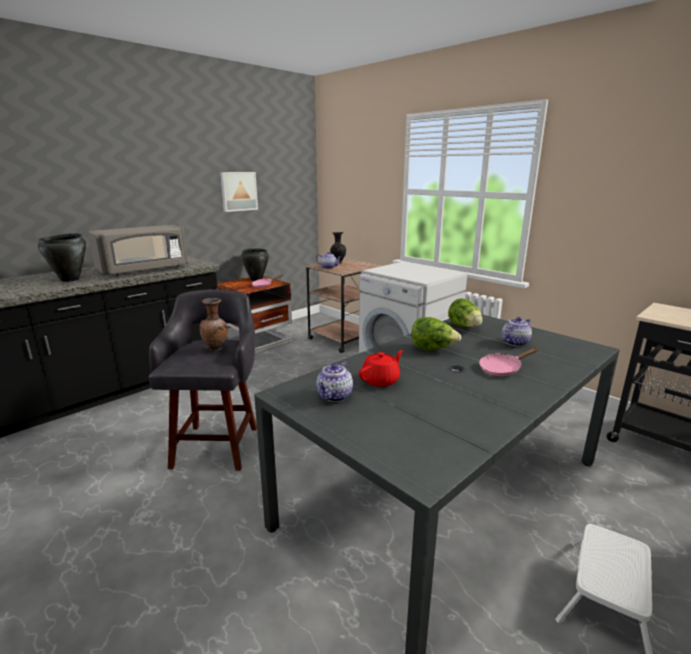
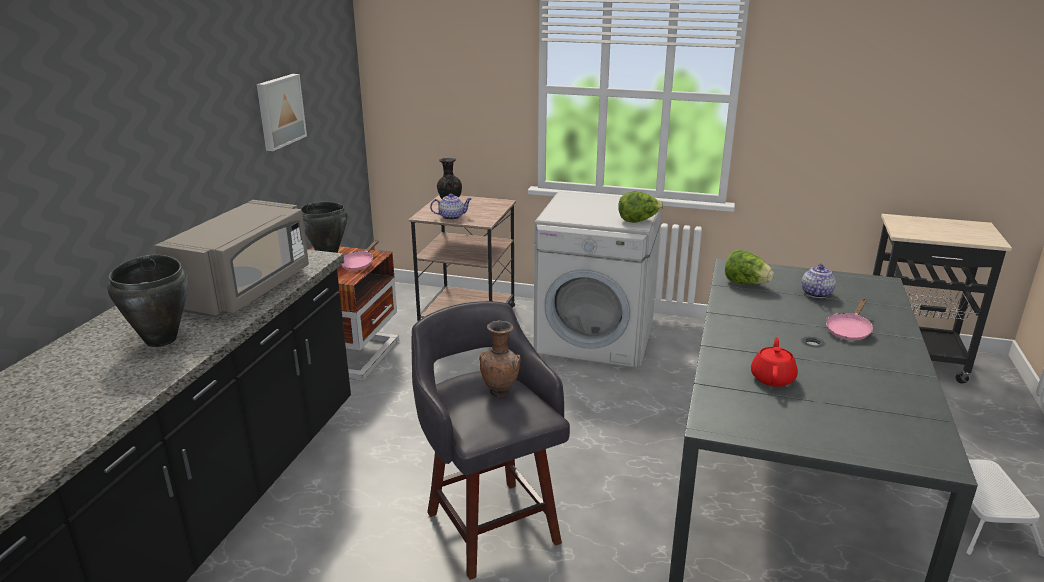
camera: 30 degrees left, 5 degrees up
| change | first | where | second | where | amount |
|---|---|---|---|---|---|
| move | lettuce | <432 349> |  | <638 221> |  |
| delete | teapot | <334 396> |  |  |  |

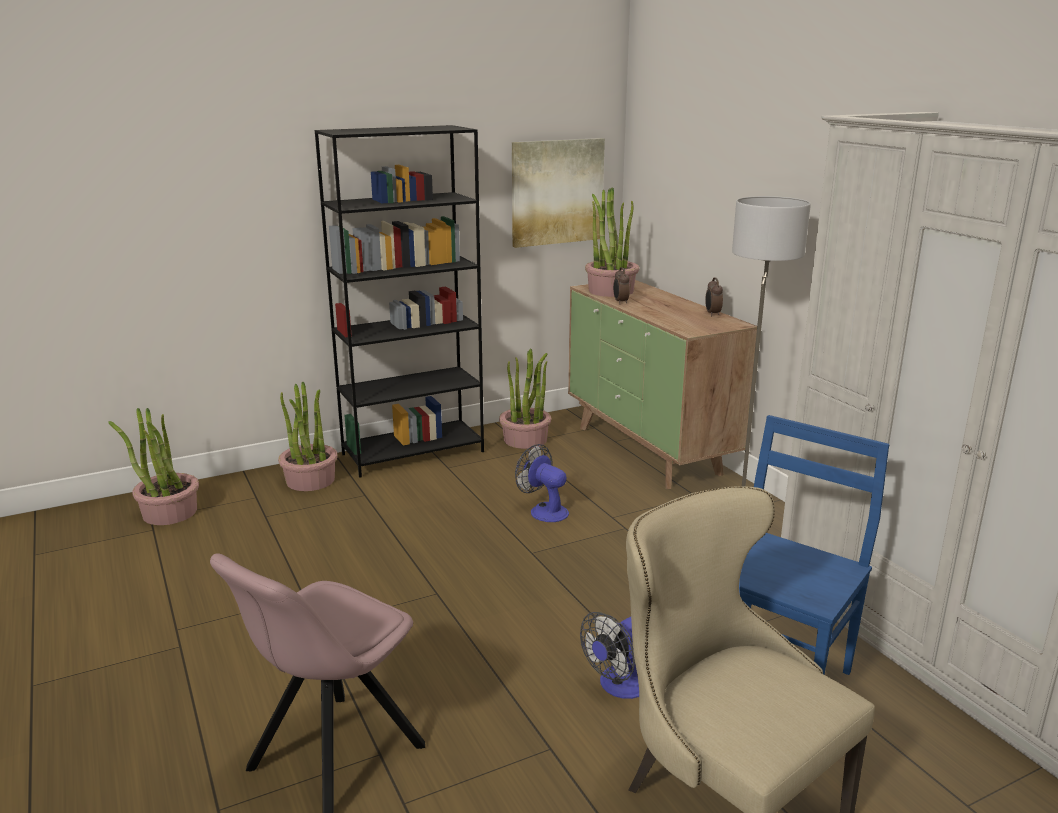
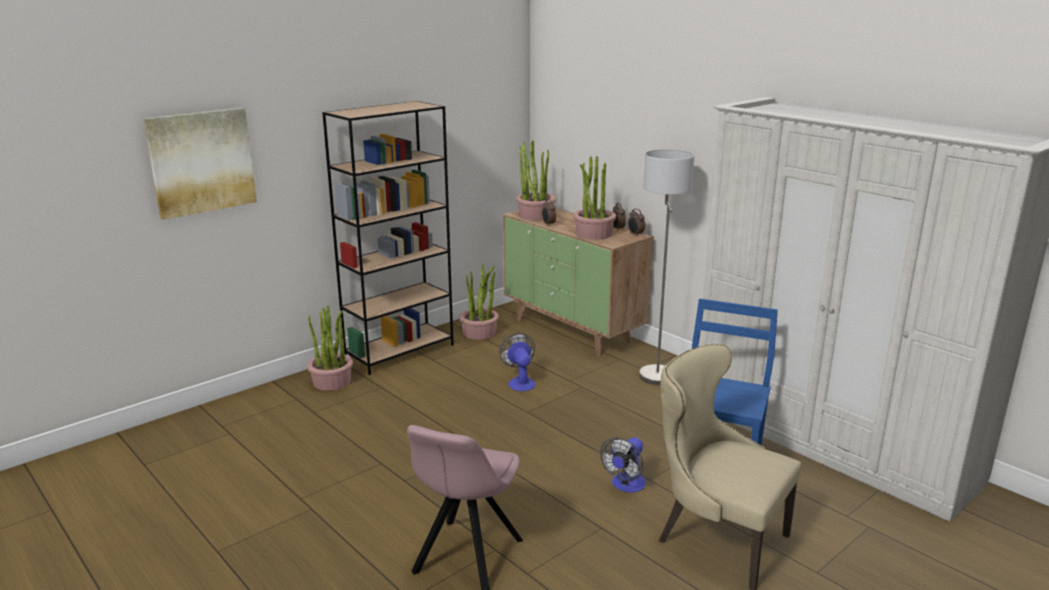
camera: 15 degrees left, 0 degrees up
| change | first | where | second | where | amount |
|---|---|---|---|---|---|
| recolor | black bookcase | <413 452> | beige bookcase | <400 351> |  |
| move | picture | <557 192> |  | <201 162> |  |
| move | potted plant | <169 513> |  | <593 234> |  |
| rotate | fan | <544 510> |  | <520 382> | 45 degrees clockwise |
| insert |  |  | alarm clock | <635 235> |  |

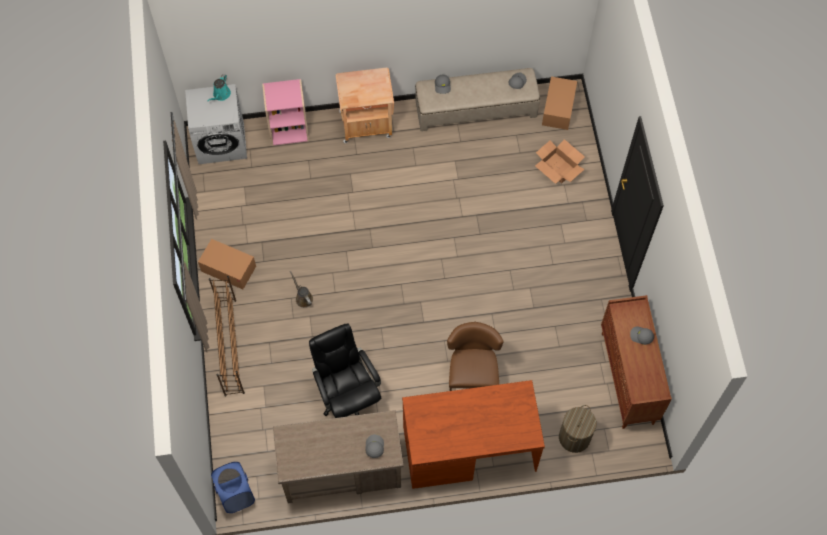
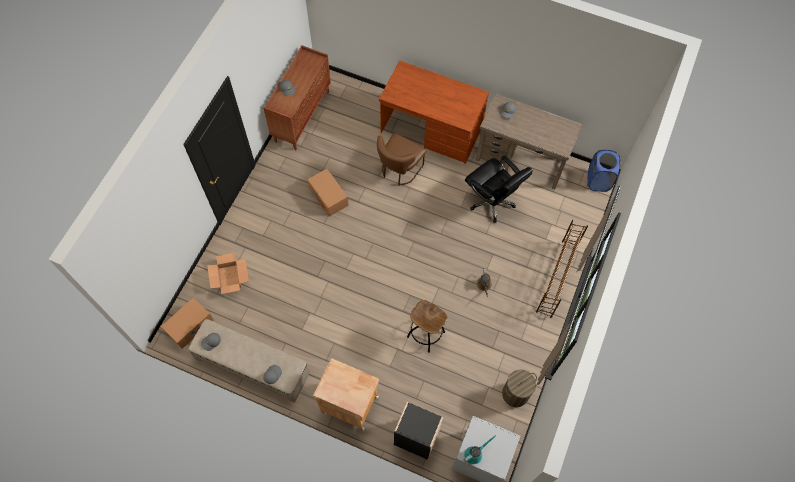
camera: 150 degrees left, 0 degrees up
| change | first | where | second | where | amount |
|---|---|---|---|---|---|
| recolor | pink bookcase | <289 129> | black bookcase | <415 438> |  |
| move | cardboard box | <228 269> |  | <328 196> |  |
| rotate | black office chair | <347 396> |  | <491 201> | 45 degrees counterclockwise |
| move | laundry basket | <574 437> |  | <515 394> |  |
| insert |  |  | brown stool | <425 334> |  |

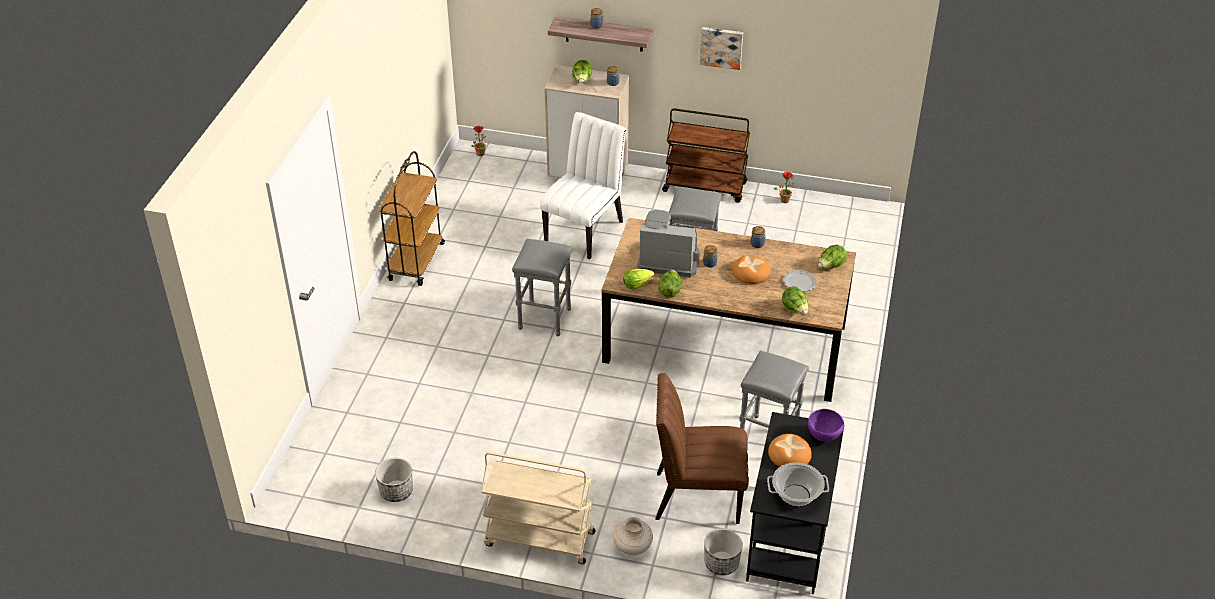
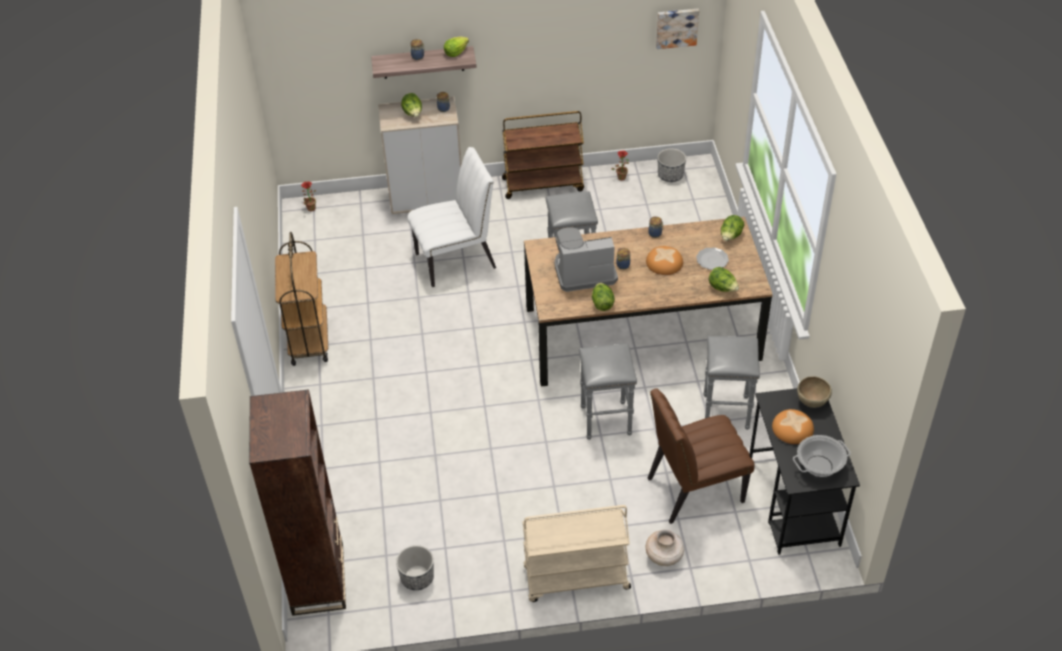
camera: 20 degrees left, 5 degrees up
| change | first | where | second | where | amount |
|---|---|---|---|---|---|
| move | picture | <721 47> |  | <676 27> |  |
| rotate | white chair | <584 232> |  | <455 261> | 60 degrees clockwise |
| move | grey stool | <543 319> |  | <605 421> |  |
| move | lettuce | <636 285> |  | <456 53> |  |
| recolor | purple bowl | <824 436> | brown bowl | <812 401> |  |
| move | planter | <721 563> |  | <670 175> |  |
| insert |  |  | brown bookcase | <318 579> |  |

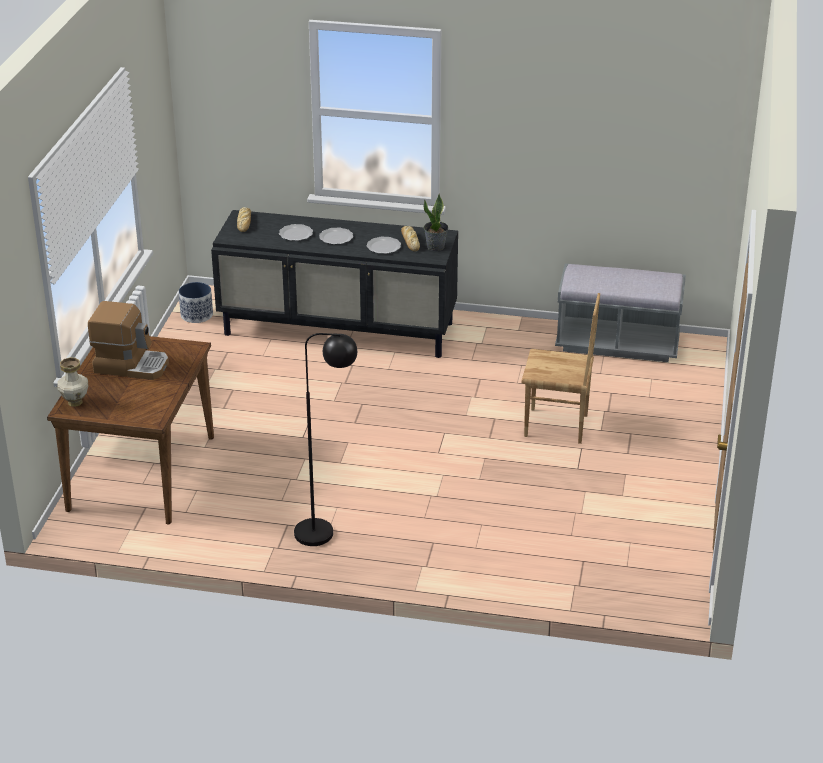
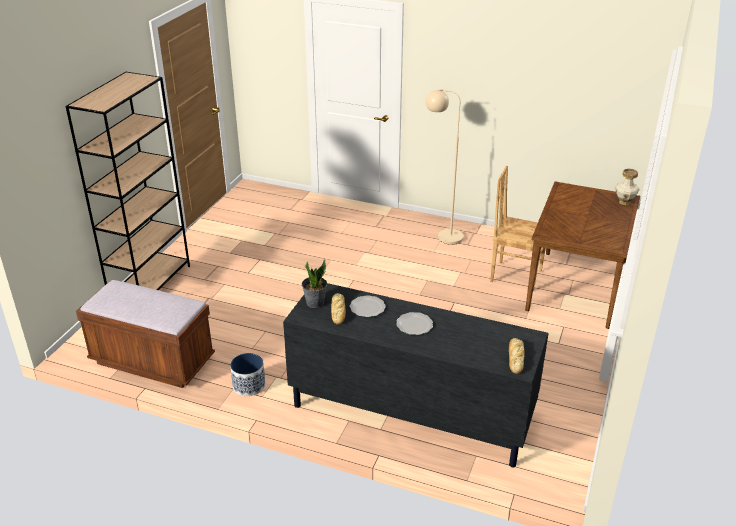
camera: 170 degrees left, 0 degrees up
| change | first | where | second | where | amount |
|---|---|---|---|---|---|
| delete | plate | <296 234> |  |  |  |
| recolor | grey bench | <617 344> | brown bench | <152 361> |  |
| move | planter | <197 315> |  | <248 386> |  |
| move | brown chair | <556 426> |  | <515 275> |  |
| delete | coffee machine | <131 365> |  |  |  |
| recolor | black floor lamp | <326 534> | beige floor lamp | <442 237> |  |
| insert |  |  | beige bookcase | <150 284> |  |

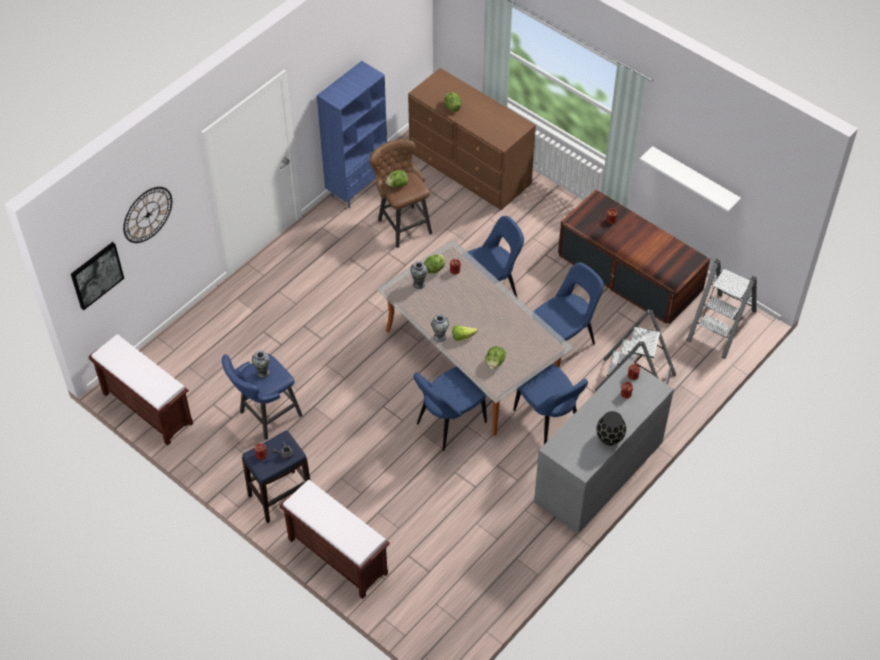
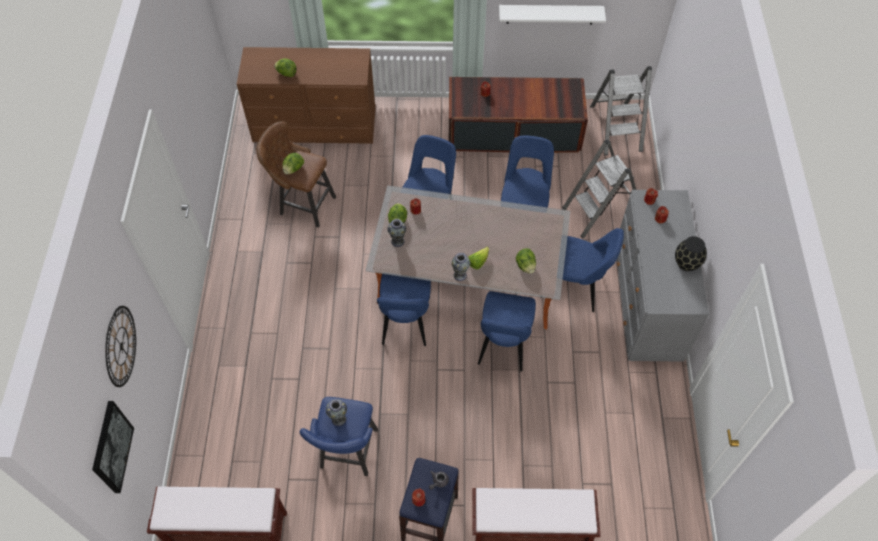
camera: 40 degrees left, 5 degrees up
| change | first | where | second | where | amount |
|---|---|---|---|---|---|
| delete | blue bookcase | <357 187> |  |  |  |
| insert |  |  | blue chair | <405 324> |  |

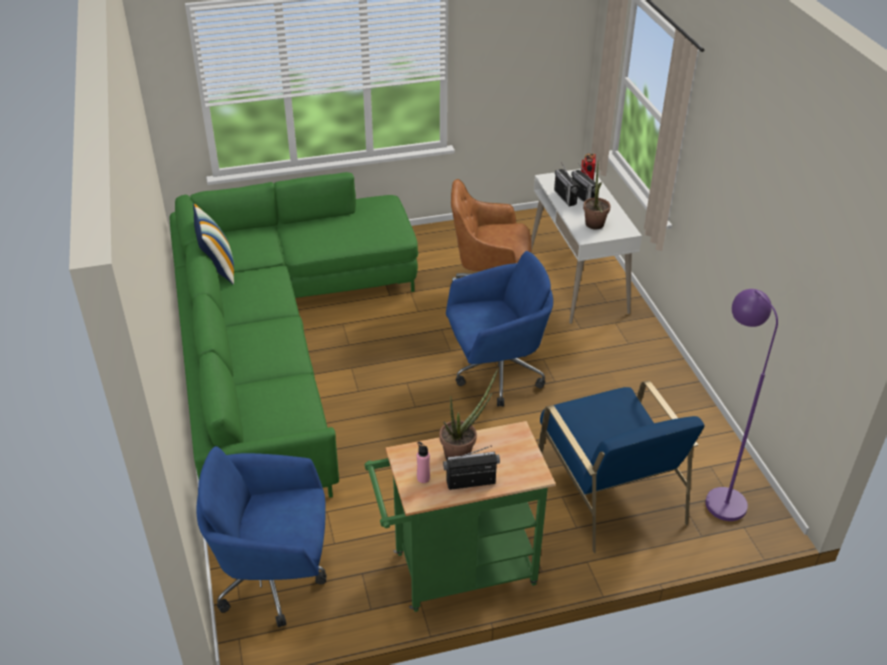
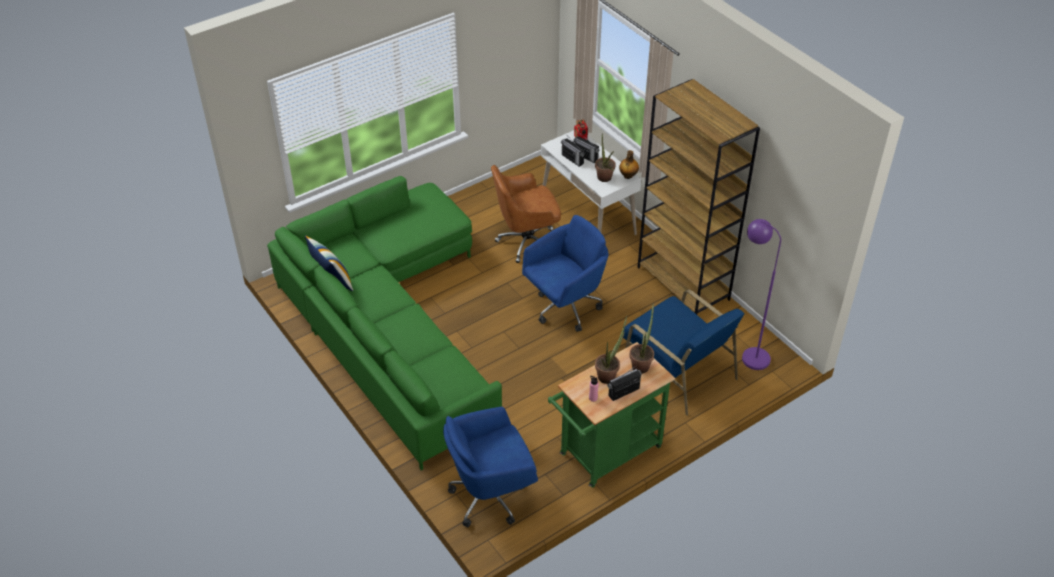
camera: 20 degrees left, 5 degrees up
| change | first | where | second | where | amount |
|---|---|---|---|---|---|
| insert |  |  | brown bookcase | <683 283> |  |
| insert |  |  | bottle | <628 176> |  |
| insert |  |  | potted plant | <641 364> |  |

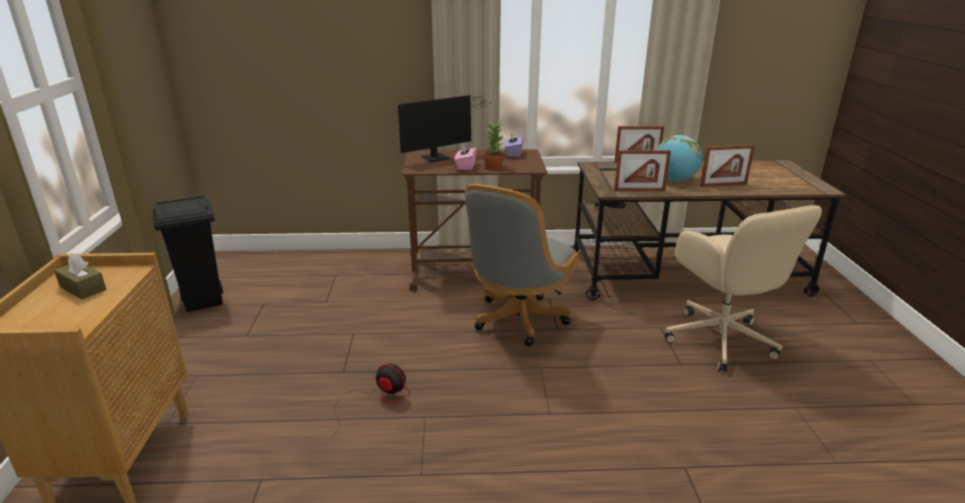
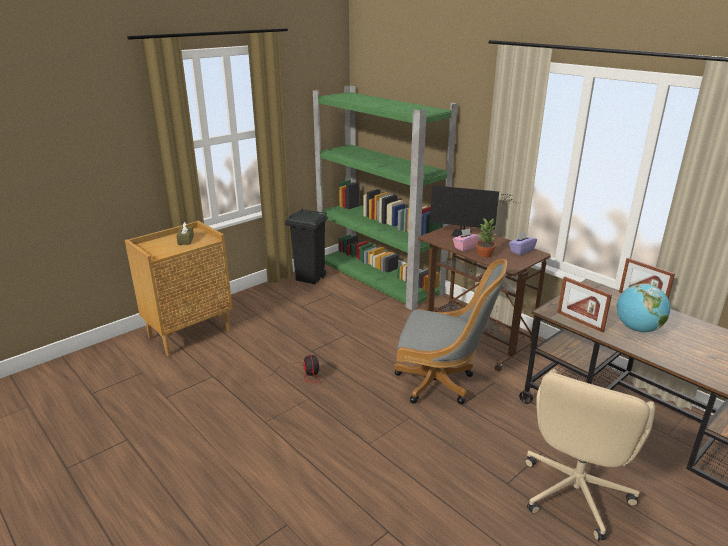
camera: 50 degrees right, 0 degrees up
| change | first | where | second | where | amount |
|---|---|---|---|---|---|
| delete | picture frame | <723 185> |  |  |  |
| rotate | grey office chair | <516 324> |  | <442 384> | 150 degrees counterclockwise |
| insert |  |  | green bookcase | <378 278> |  |

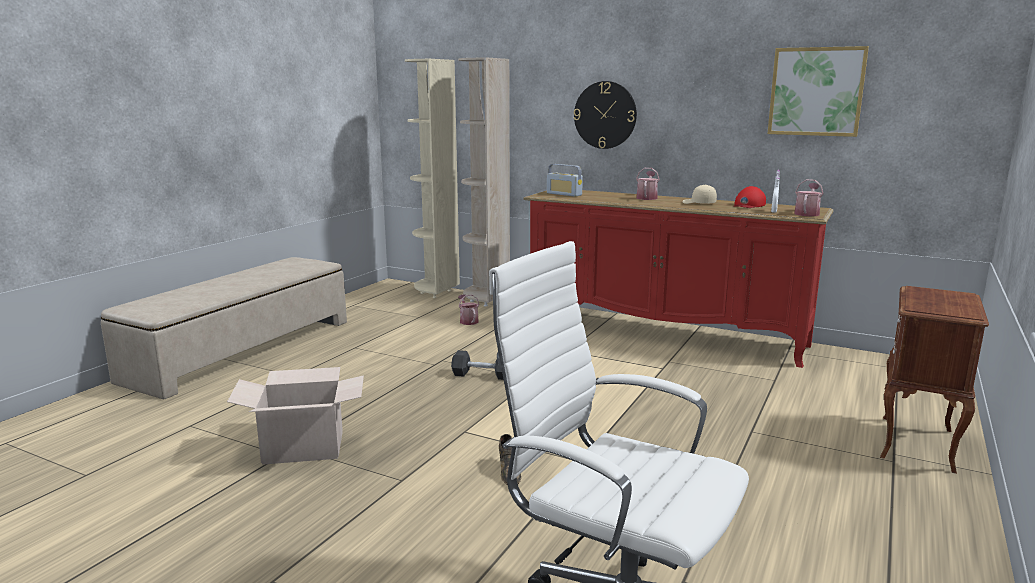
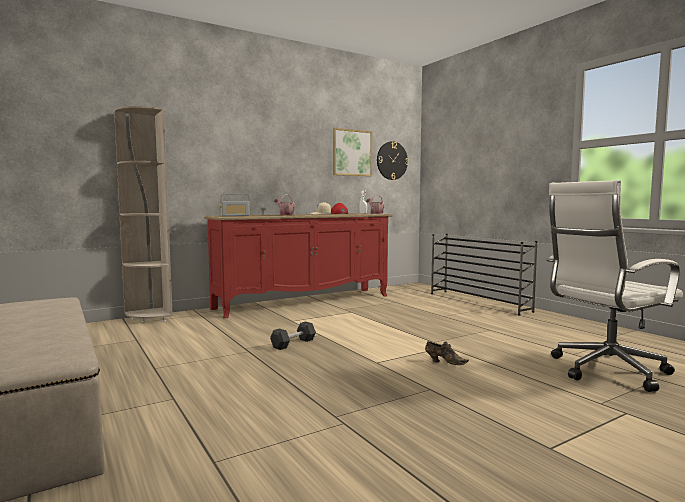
camera: 60 degrees left, 10 degrees down
| change | first | where | second | where | amount |
|---|---|---|---|---|---|
| delete | beige bookcase | <433 292> |  |  |  |
| move | wall clock | <605 115> |  | <392 160> |  |
| replace | brown nightstand | <917 444> | black shoe rack | <478 302> |  |
| delete | watering can | <468 320> |  |  |  |
| delete | cardboard box | <303 448> |  |  |  |

